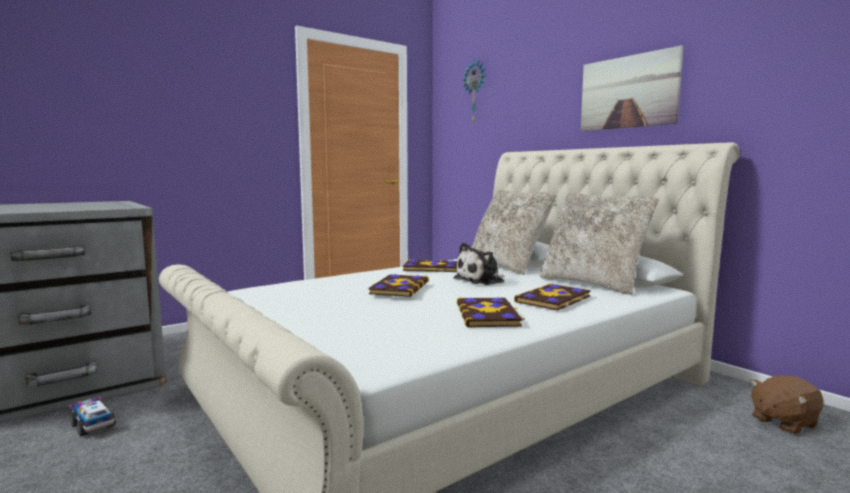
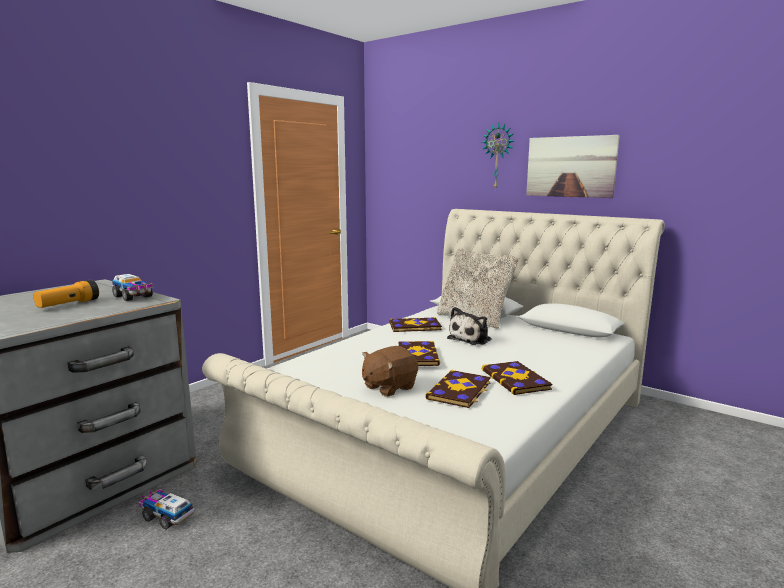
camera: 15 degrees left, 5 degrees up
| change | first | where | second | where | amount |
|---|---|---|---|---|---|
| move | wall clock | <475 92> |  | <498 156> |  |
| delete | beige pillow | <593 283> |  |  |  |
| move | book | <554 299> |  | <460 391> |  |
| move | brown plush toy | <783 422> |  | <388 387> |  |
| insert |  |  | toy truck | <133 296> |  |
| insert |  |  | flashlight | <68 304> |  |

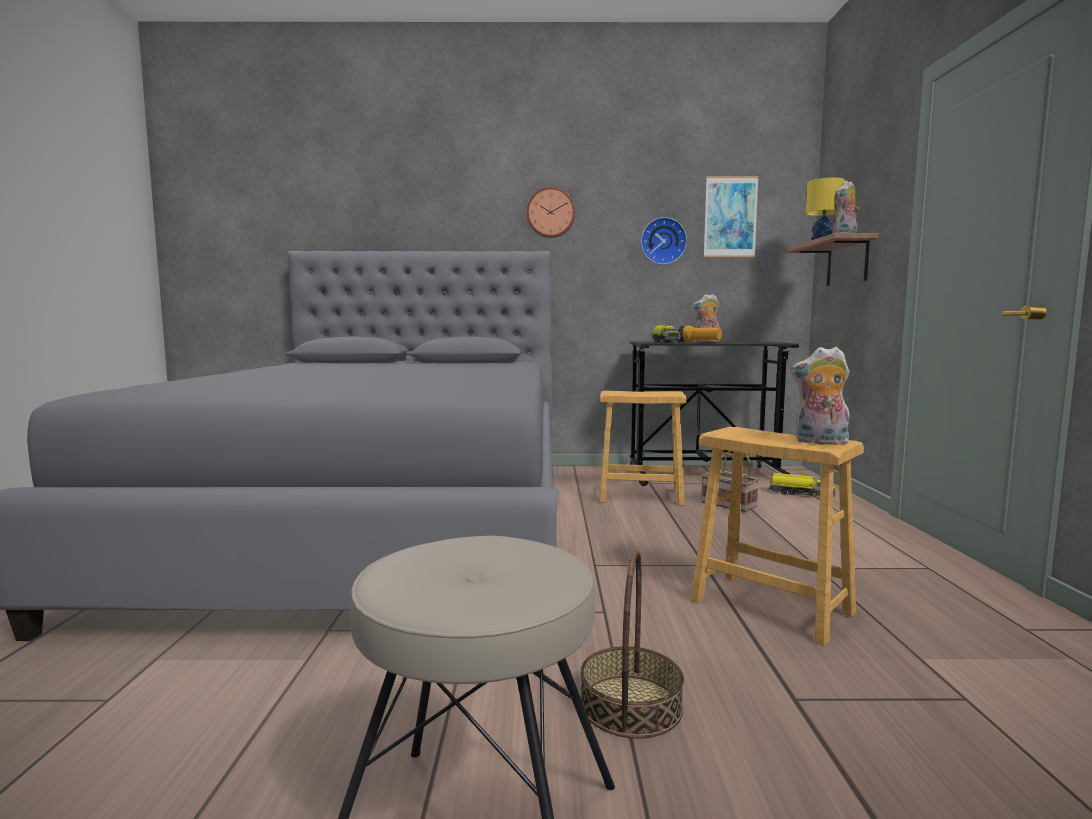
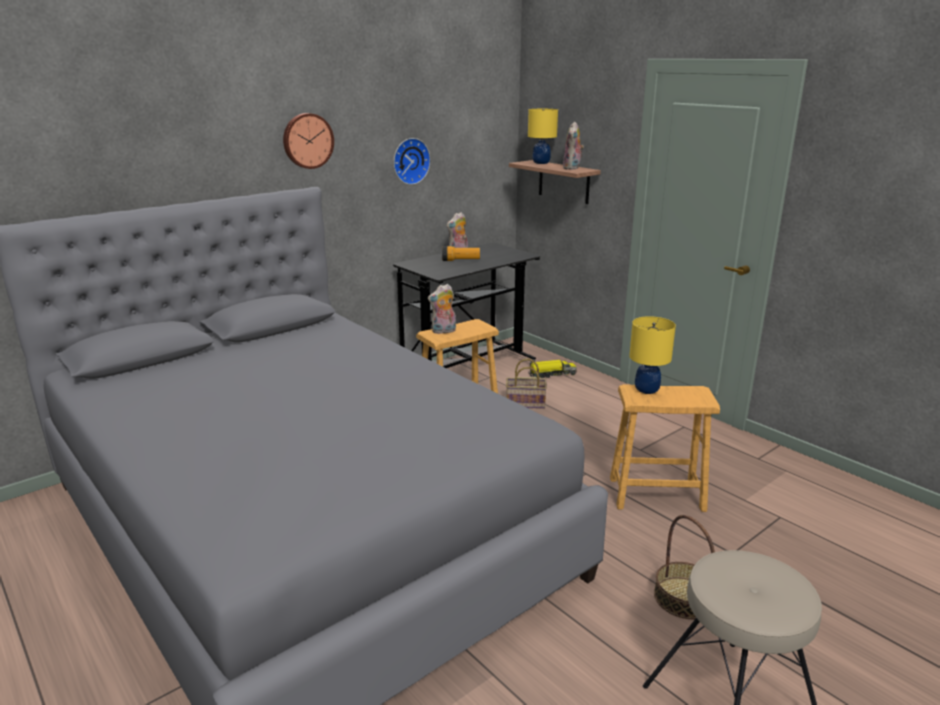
camera: 40 degrees left, 15 degrees up
| change | first | where | second | where | amount |
|---|---|---|---|---|---|
| delete | picture | <730 217> |  |  |  |
| delete | toy truck | <665 342> |  |  |  |
| move | plush toy | <820 442> |  | <443 331> |  |
| insert |  |  | yellow table lamp | <647 390> |  |

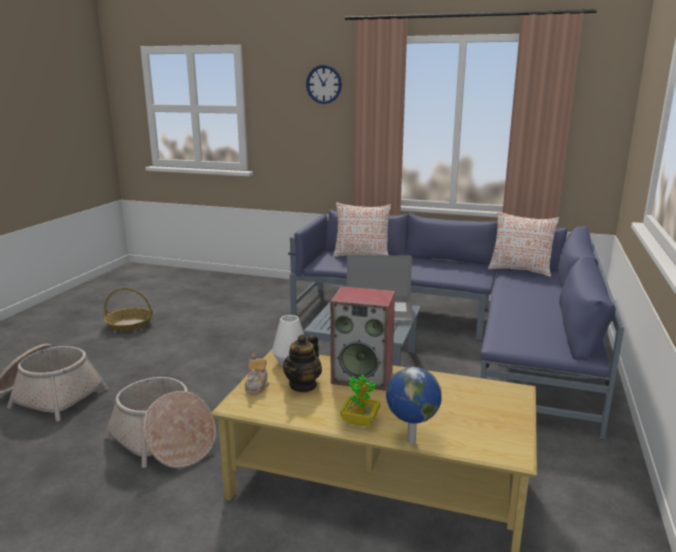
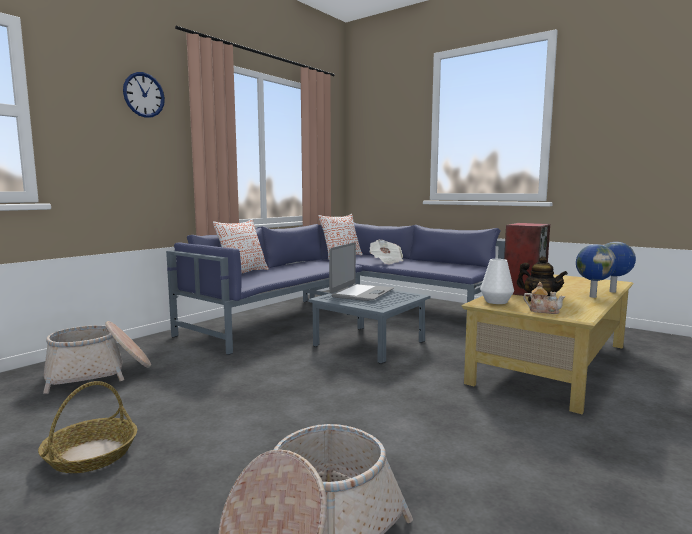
camera: 70 degrees left, 10 degrees down
| change | first | where | second | where | amount |
|---|---|---|---|---|---|
| replace | potted plant | <360 421> | globe | <592 296> |  |
| move | basket | <164 442> |  | <99 374> |  |
| insert |  |  | newspaper | <386 261> |  |

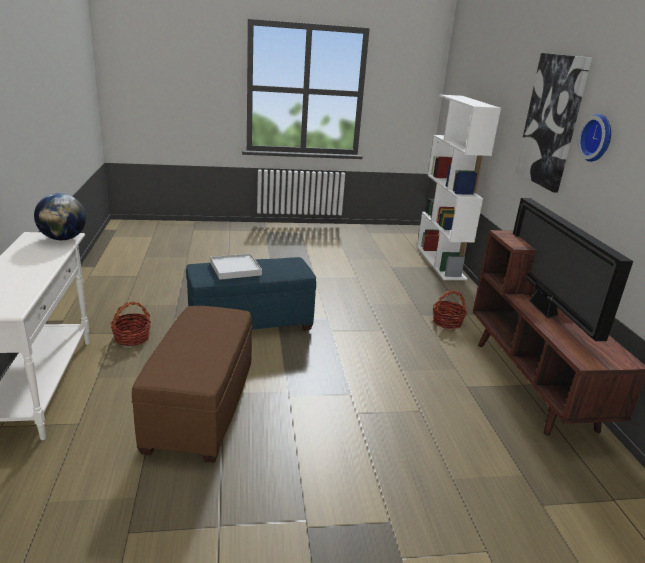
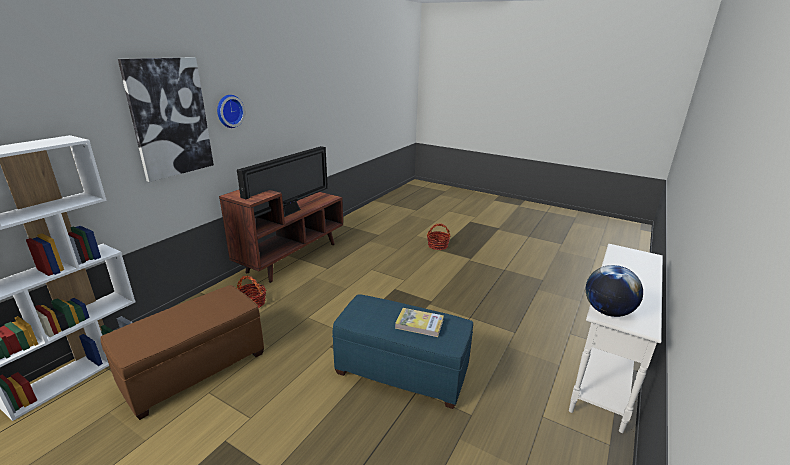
camera: 140 degrees left, 0 degrees up
| change | first | where | second | where | amount |
|---|---|---|---|---|---|
| replace | white tray | <235 269> | book | <419 324> |  |
| move | basket | <132 338> |  | <438 246> |  |
| move | brown ottoman | <201 408> |  | <195 369> |  |

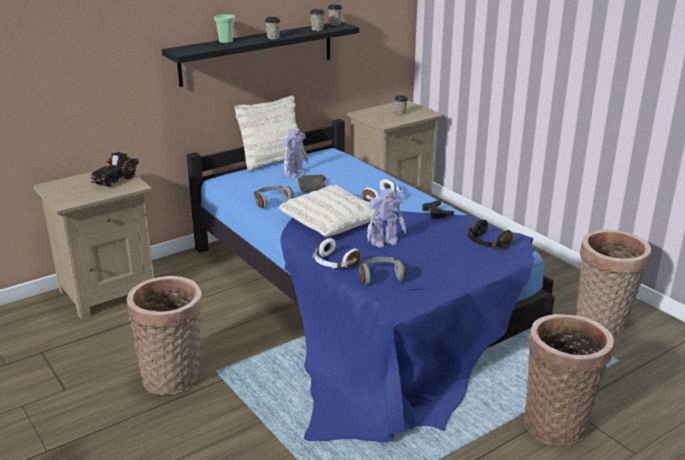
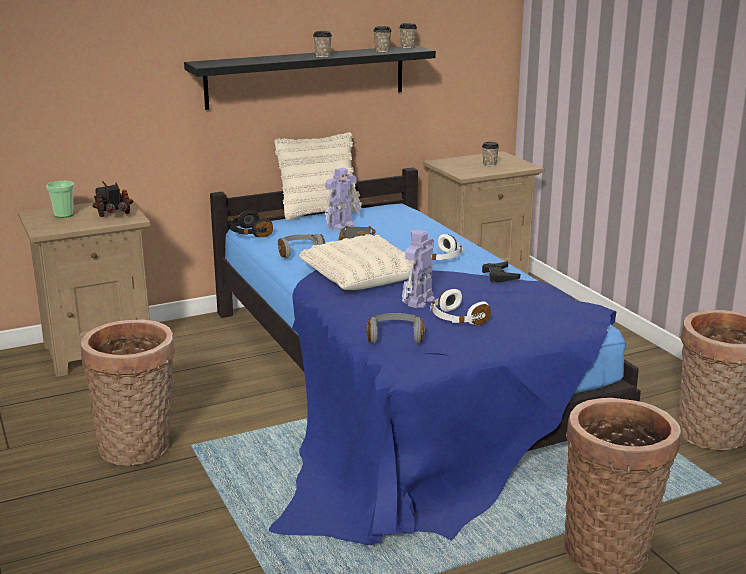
camera: 10 degrees right, 5 degrees down
| change | first | where | second | where | amount |
|---|---|---|---|---|---|
| move | cup | <226 41> |  | <63 215> |  |
| rotate | toy truck | <115 179> |  | <112 211> | 120 degrees clockwise |
| rotate | toy robot | <385 242> |  | <418 301> | 135 degrees clockwise |
| move | black headphones | <486 243> |  | <249 233> |  |
| move | white headphones | <333 263> |  | <456 319> |  |

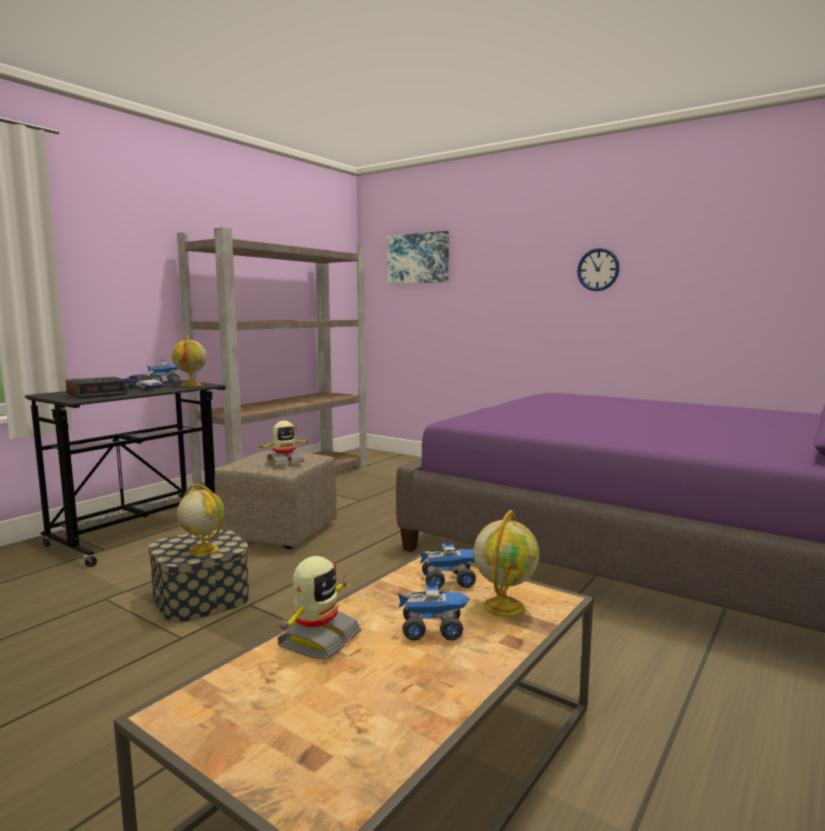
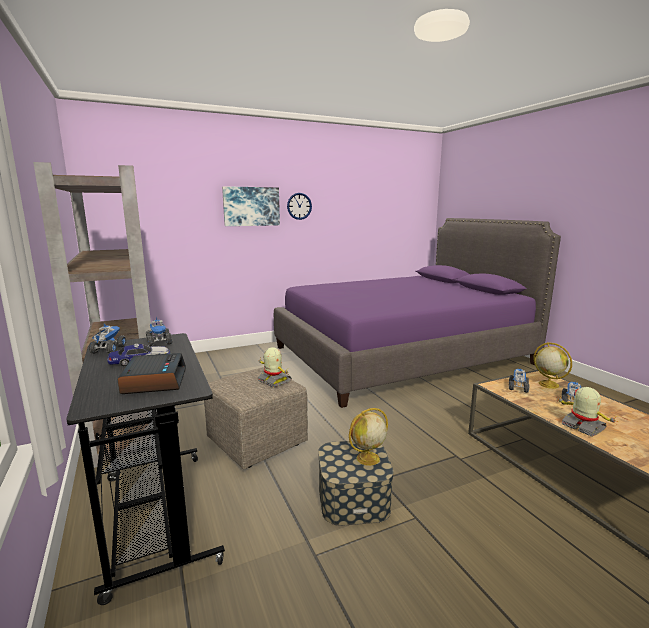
camera: 60 degrees left, 5 degrees up
| change | first | where | second | where | amount |
|---|---|---|---|---|---|
| move | picture | <418 258> |  | <251 206> |  |
| replace | globe | <191 385> | toy truck | <159 343> |  |
| rotate | toy robot | <285 462> |  | <274 381> | 45 degrees counterclockwise |

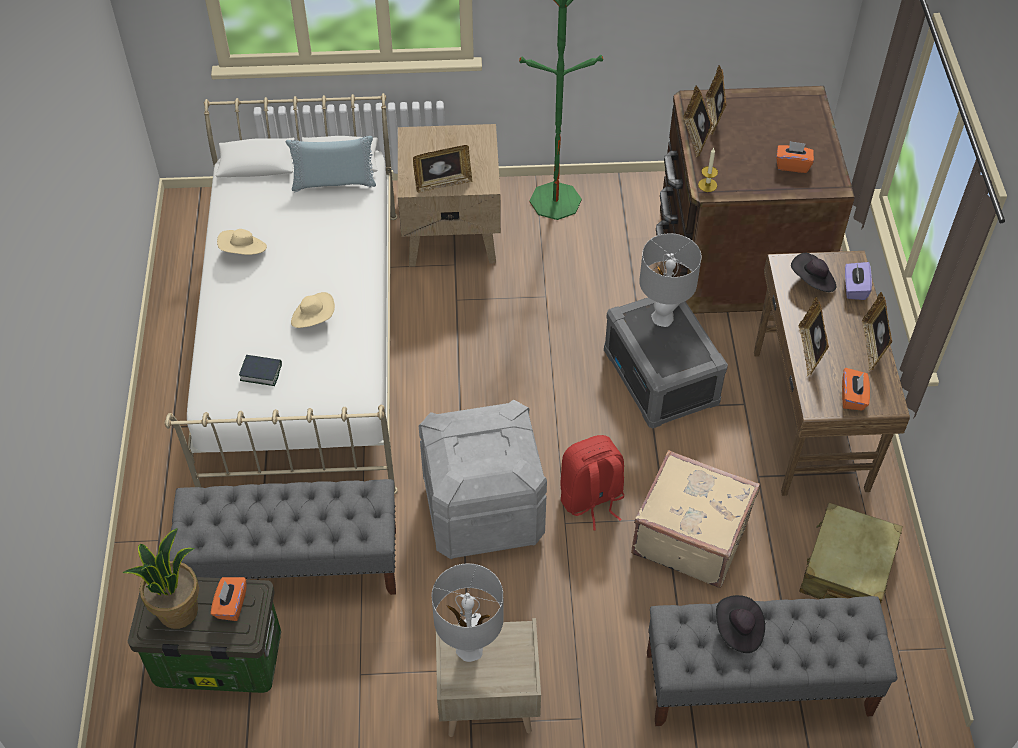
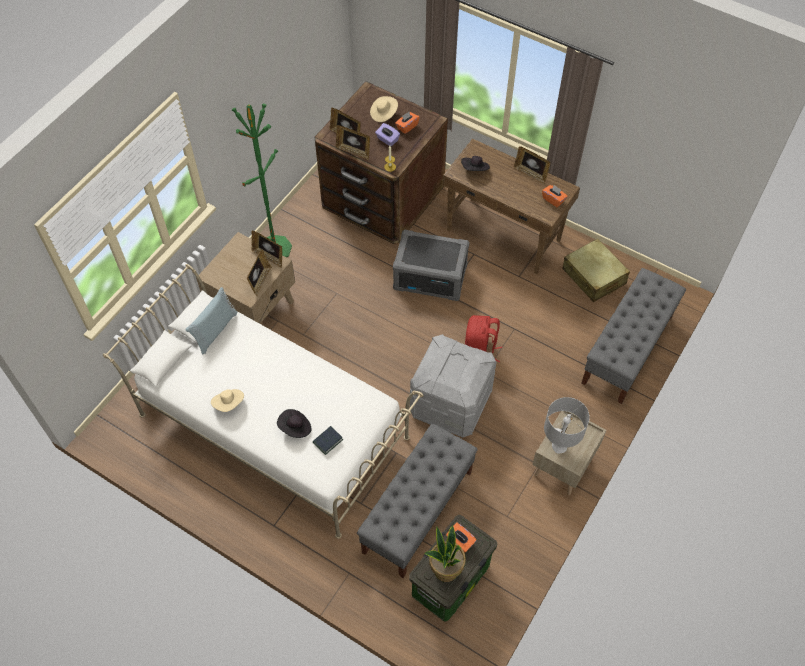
camera: 55 degrees left, 5 degrees up
| change | first | where | second | where | amount |
|---|---|---|---|---|---|
| delete | grey table lamp | <663 317> |  |  |  |
| move | purple tissue box | <854 288> |  | <387 140> |  |
| move | beige hat | <314 318> |  | <383 114> |  |
| move | picture frame | <809 351> |  | <269 257> |  |
| delete | beige suitcase | <690 535> |  |  |  |
| move | black hat | <738 630> |  | <295 428> |  |

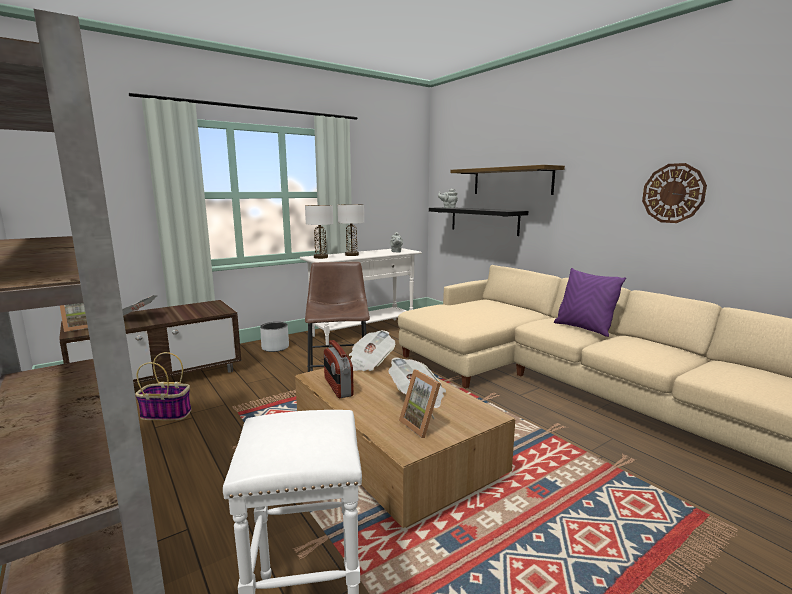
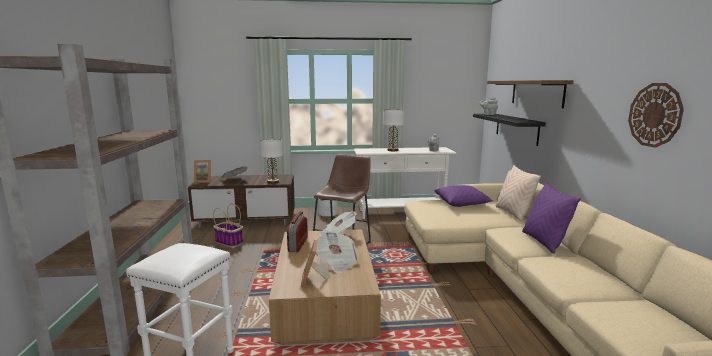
camera: 30 degrees right, 0 degrees up
| change | first | where | second | where | amount |
|---|---|---|---|---|---|
| move | table lamp | <320 257> |  | <273 182> |  |
| insert |  |  | beige pillow | <513 213> |  |
| insert |  |  | purple pillow | <462 203> |  |

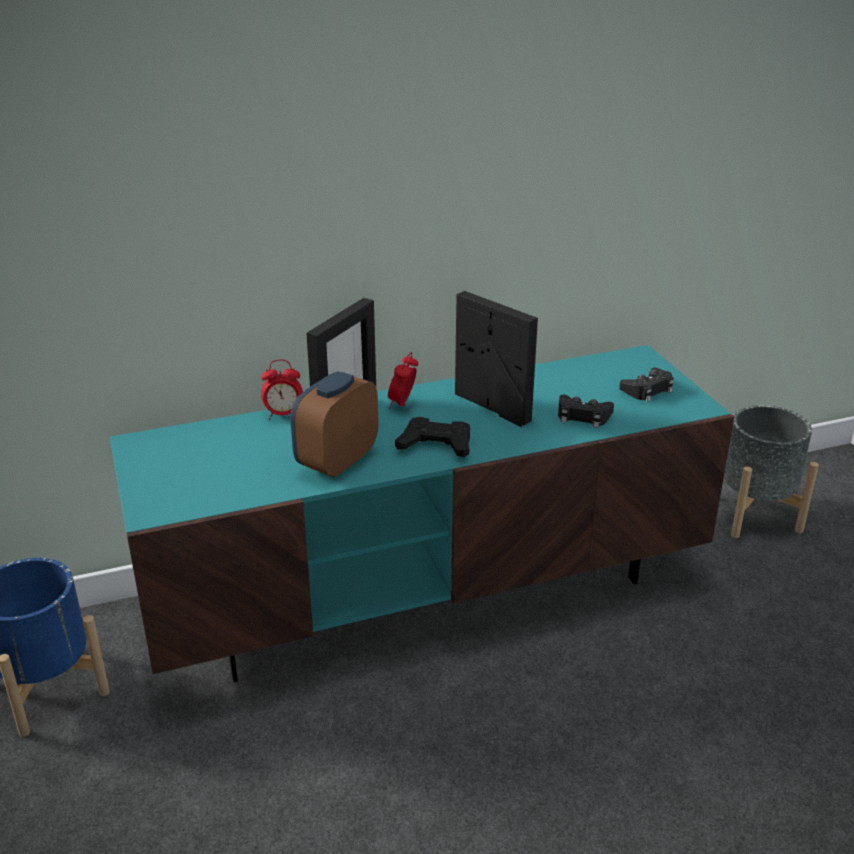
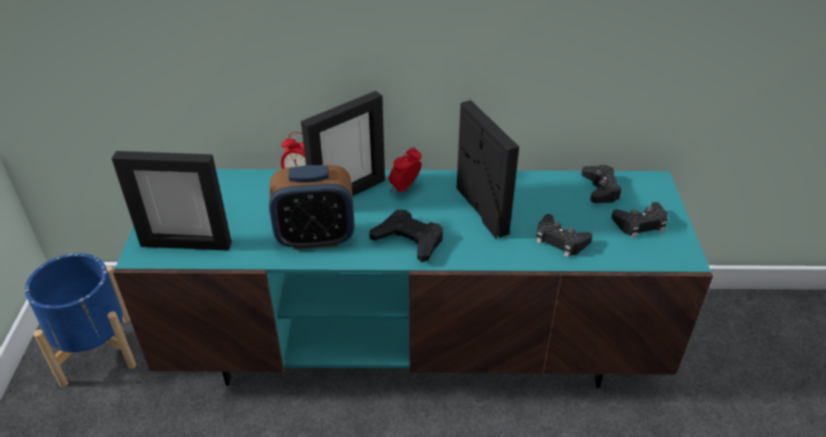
camera: 20 degrees right, 10 degrees up
| change | first | where | second | where | amount |
|---|---|---|---|---|---|
| rotate | alarm clock | <337 461> |  | <315 238> | 150 degrees counterclockwise |
| delete | grey planter | <753 513> |  |  |  |
| insert |  |  | picture frame | <186 243> |  |
| insert |  |  | black game controller | <600 189> |  |

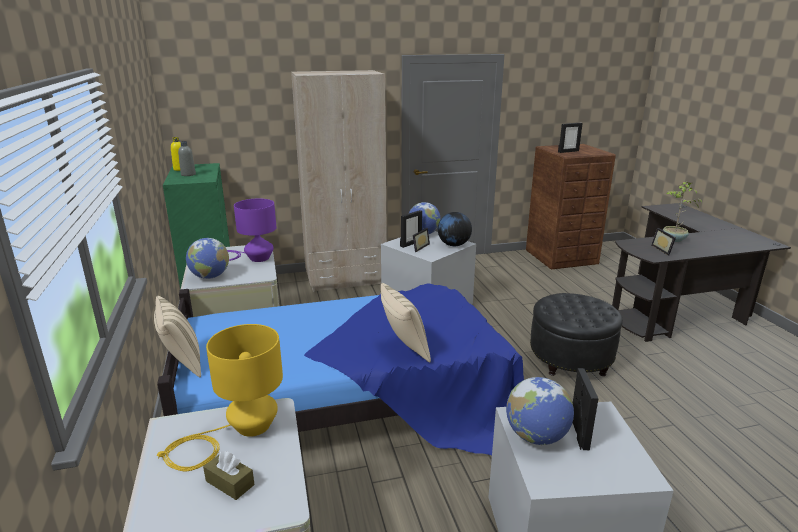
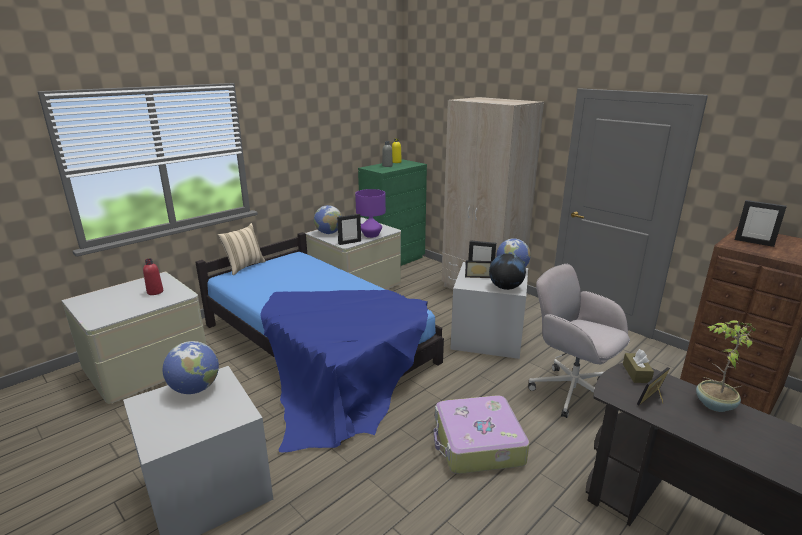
camera: 60 degrees right, 0 degrees up
| change | first | where | second | where | amount |
|---|---|---|---|---|---|
| delete | beige pillow | <404 349> |  |  |  |
| replace | black ottoman | <570 360> | suitcase | <477 444> |  |
| replace | yellow table lamp | <230 436> | red bottle | <155 292> |  |
| move | picture frame | <578 433> |  | <349 242> |  |
| move | brown tissue box | <230 483> |  | <636 373> |  |
| insert |  |  | grey office chair | <571 392> |  |

